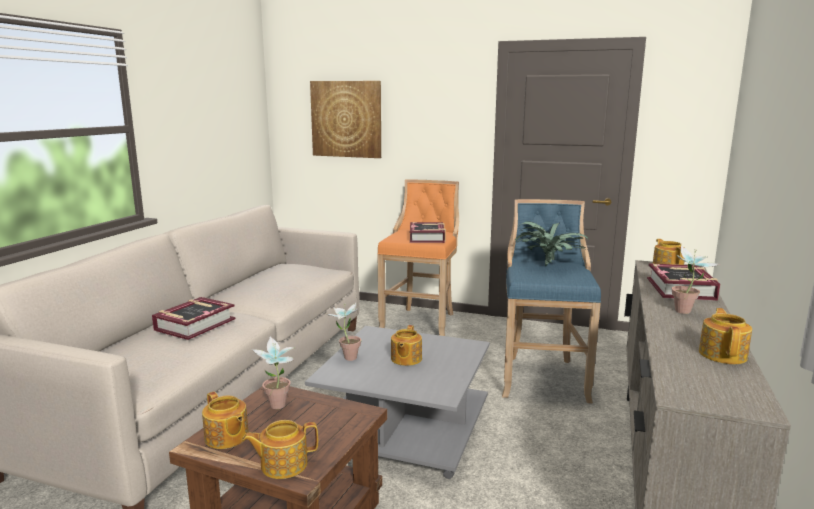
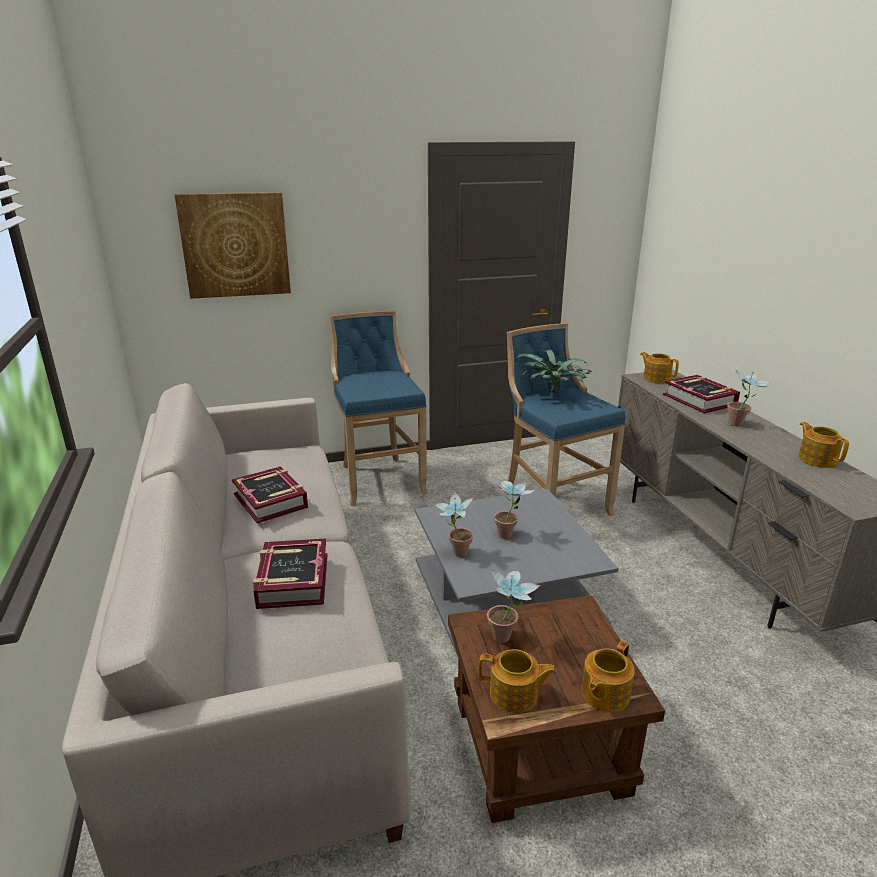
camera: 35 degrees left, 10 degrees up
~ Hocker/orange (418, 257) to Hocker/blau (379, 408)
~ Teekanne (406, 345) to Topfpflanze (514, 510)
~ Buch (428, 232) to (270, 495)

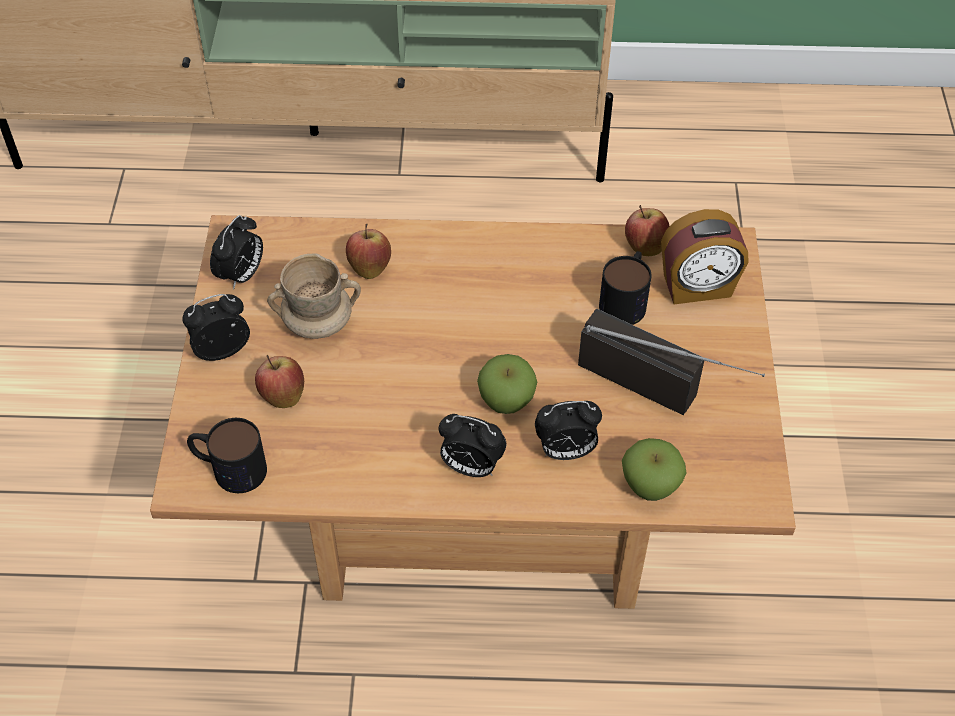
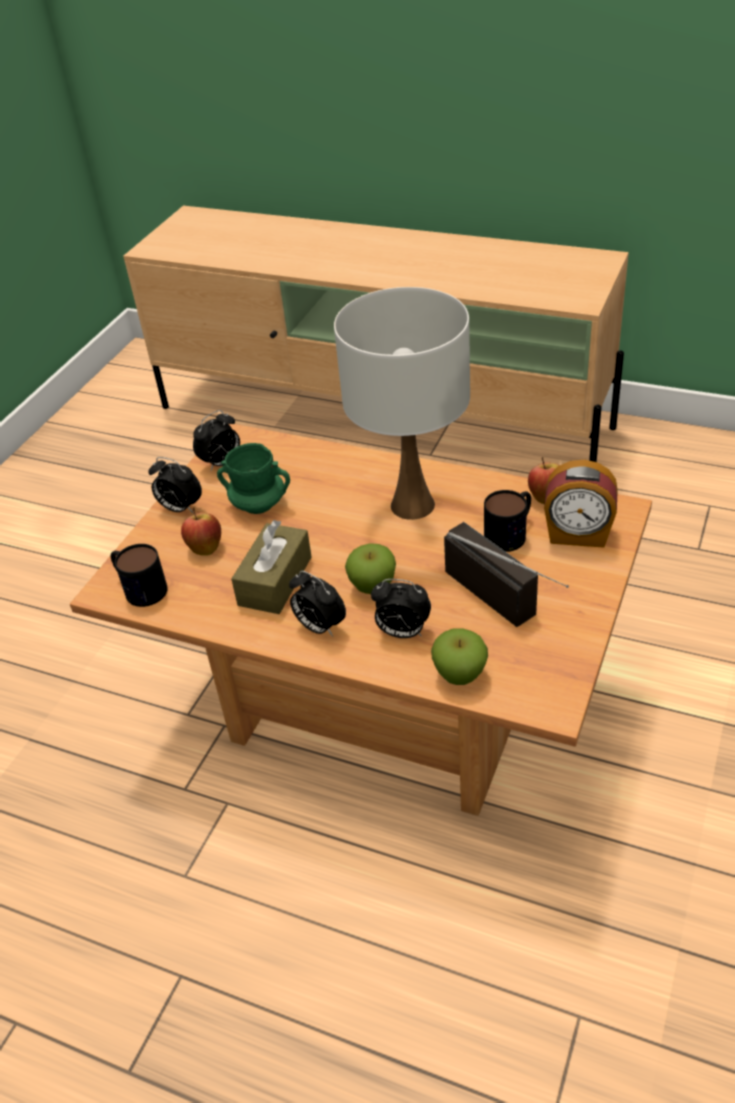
camera: 25 degrees right, 10 degrees down
~ Wecker (216, 327) = (175, 485) 150 degrees counterclockwise
~ Henkelbecher/beige (314, 296) to Henkelbecher/grün (253, 478)
- Apfel (368, 251)
+ Taschentuchbox/braun (271, 567)
+ Tischlampe/weiß (402, 403)

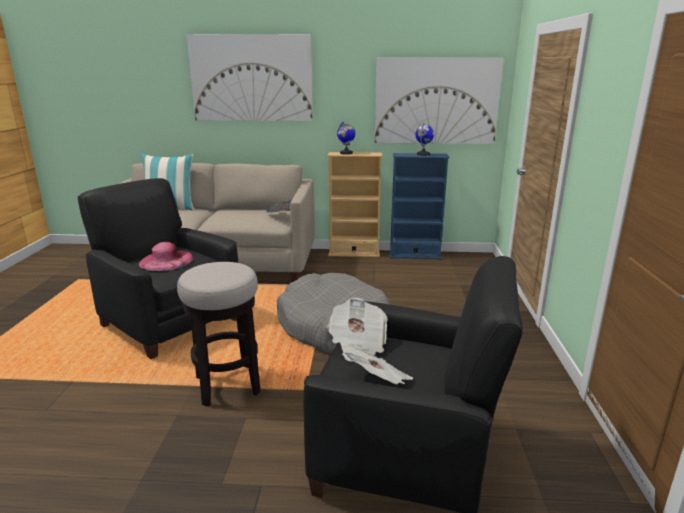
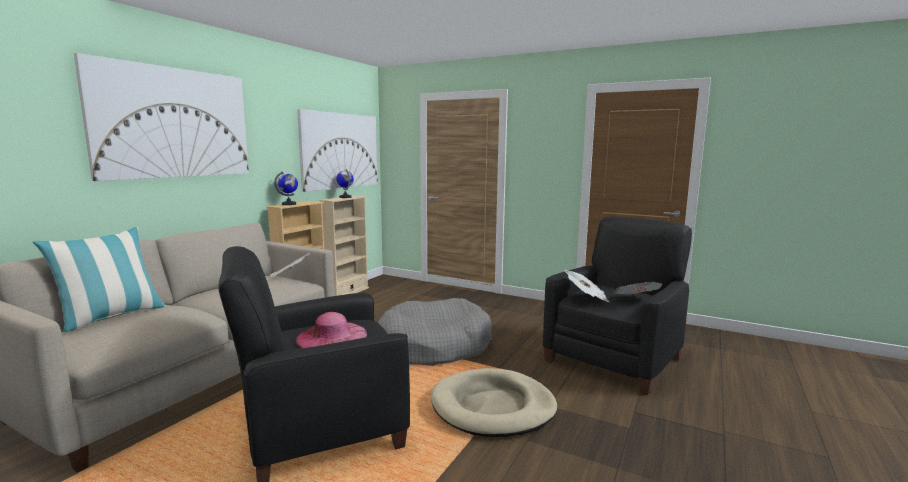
camera: 65 degrees left, 10 degrees down
~ Hocker (219, 334) to Hundebett/beige (494, 402)
~ Bücherregal/blau (419, 206) to Bücherregal/beige (344, 246)

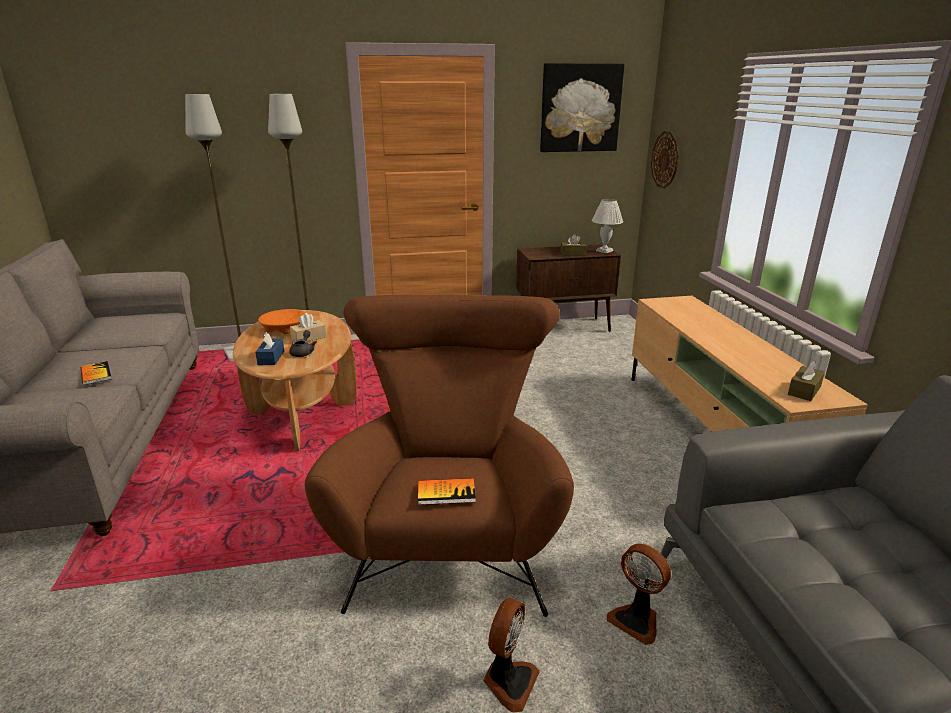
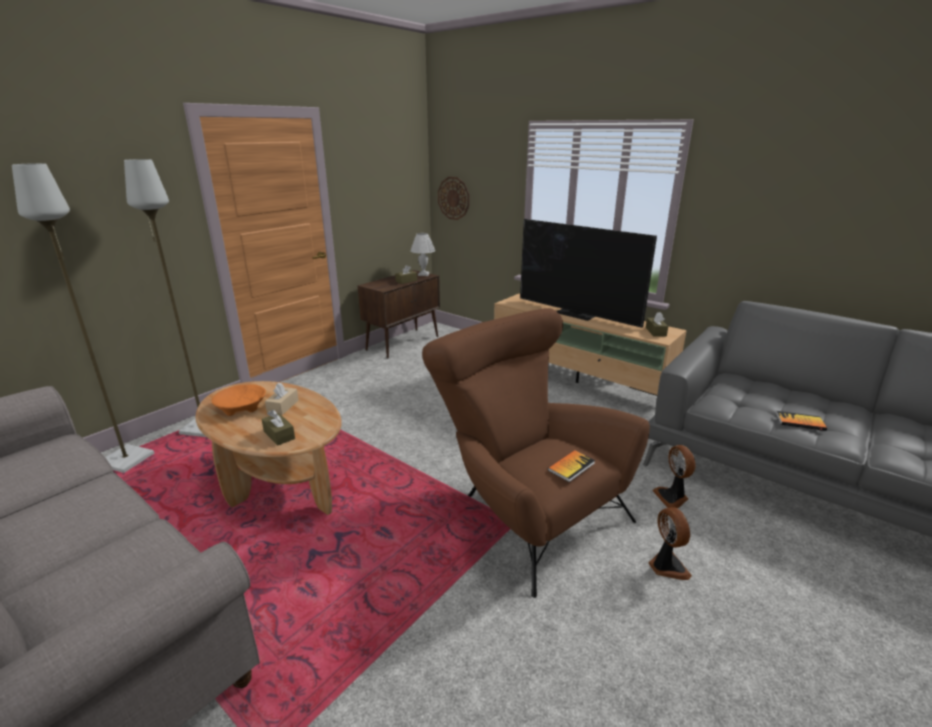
camera: 40 degrees left, 0 degrees up
~ Buch (96, 373) to (801, 421)
~ Taschentuchbox/blau (269, 348) to Taschentuchbox/braun (278, 428)
- Teekanne/grau (303, 343)
- Bild (582, 107)
~ Ventilator (639, 594) = (673, 476) 75 degrees clockwise
+ Fernseher (588, 273)

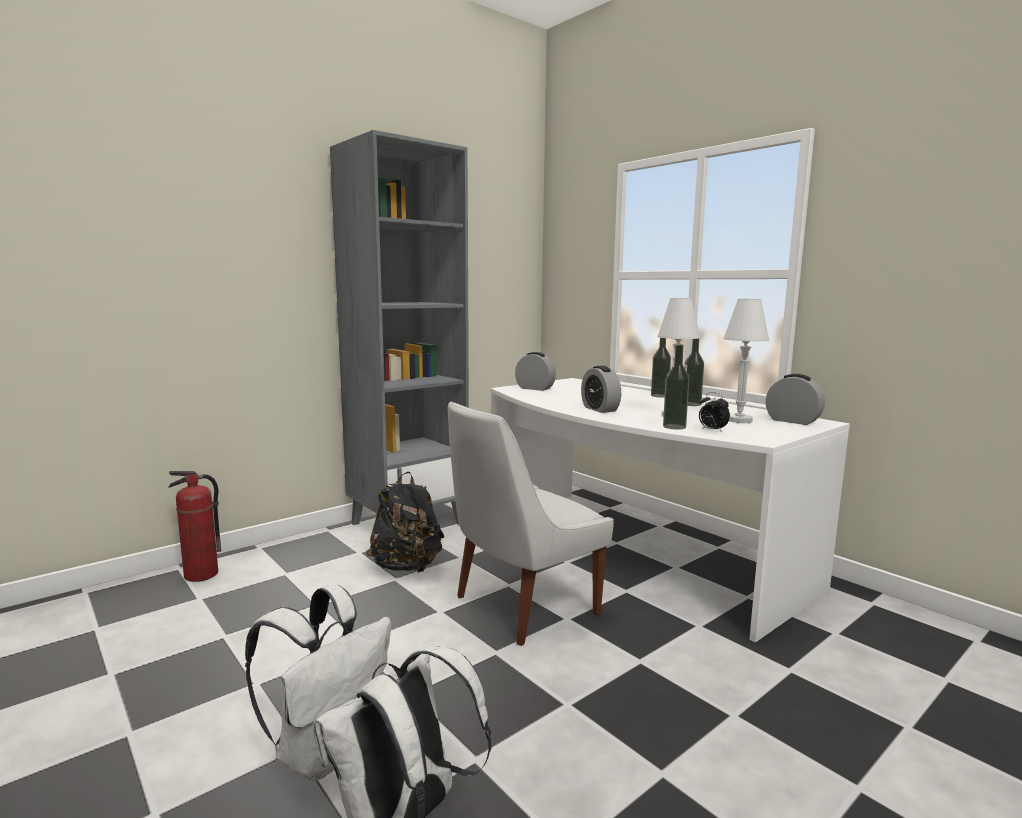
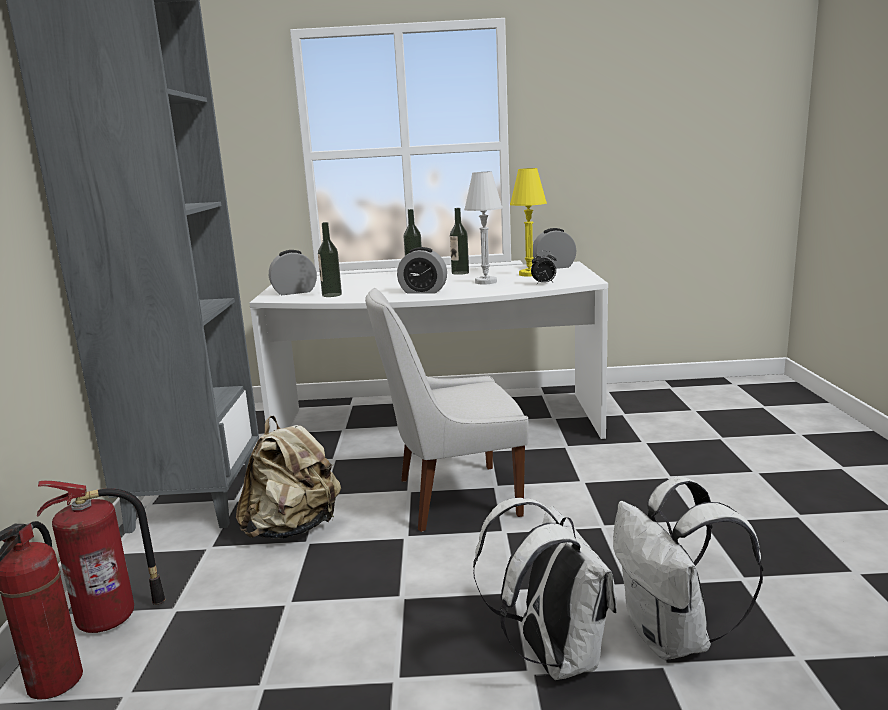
camera: 50 degrees left, 5 degrees up
~ Rucksack/schwarz (405, 522) to Rucksack/beige (288, 477)
~ Stuhl/weiß (531, 524) = (447, 410) 75 degrees clockwise
~ Flasche (676, 387) to (330, 259)
~ Tischlampe/weiß (746, 361) to Tischlampe/gelb (528, 222)
+ Feuerlöscher (101, 557)

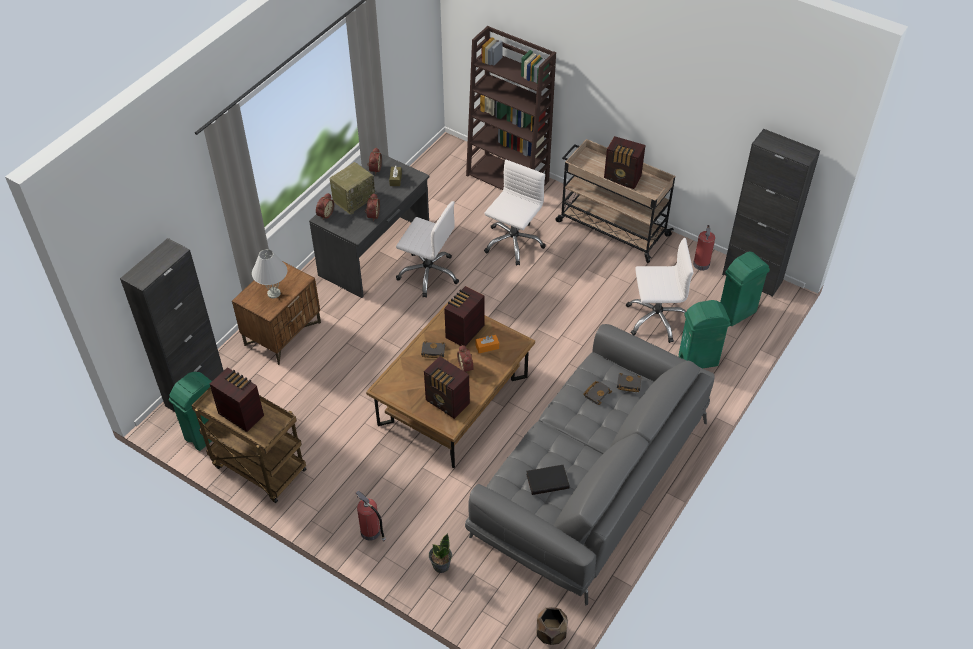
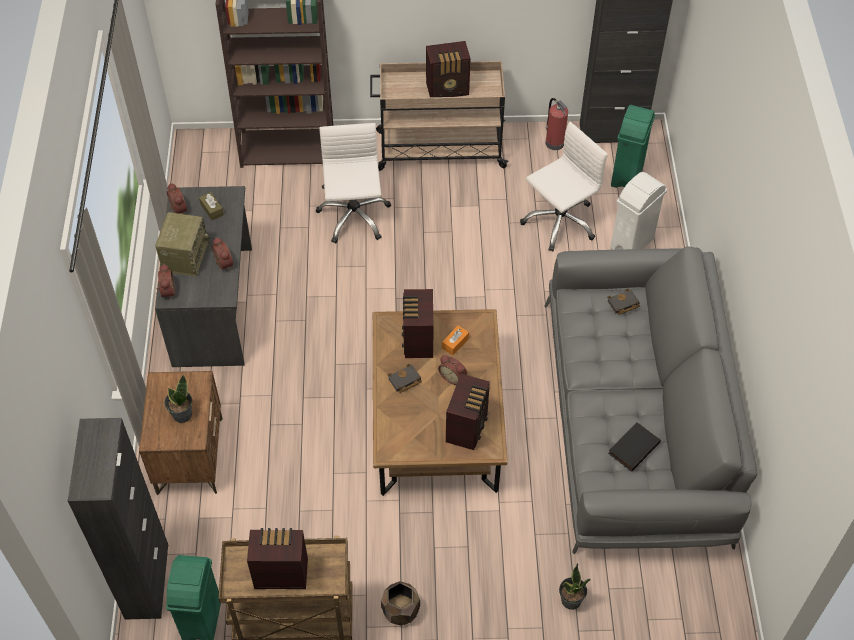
camera: 35 degrees left, 5 degrees up
~ Tischlampe/weiß (269, 273) to Topfpflanze (178, 399)
- Feuerlöscher (371, 516)
- Bürostuhl/weiß (427, 249)
~ Radio (447, 387) = (468, 412) 75 degrees counterclockwise
~ Pflanzkübel/braun (552, 626) to (400, 603)
- Buch/schwarz (597, 393)
~ Mülleimer/grün (705, 334) to Mülleimer/weiß (638, 211)

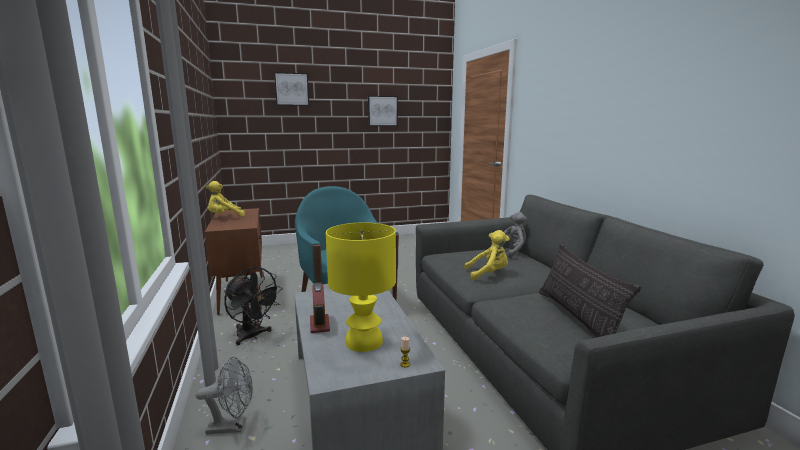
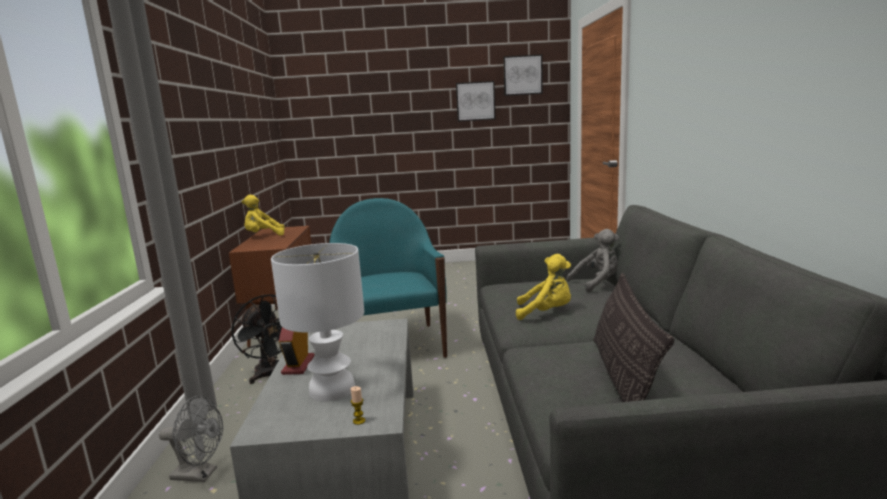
camera: 15 degrees right, 0 degrees up
~ Bild (291, 89) to (523, 75)
~ Tischlampe/gelb (361, 287) to Tischlampe/weiß (317, 322)

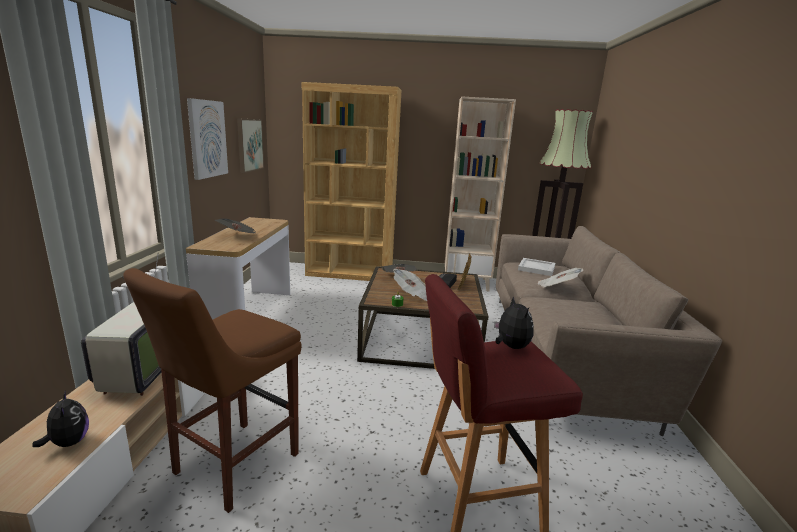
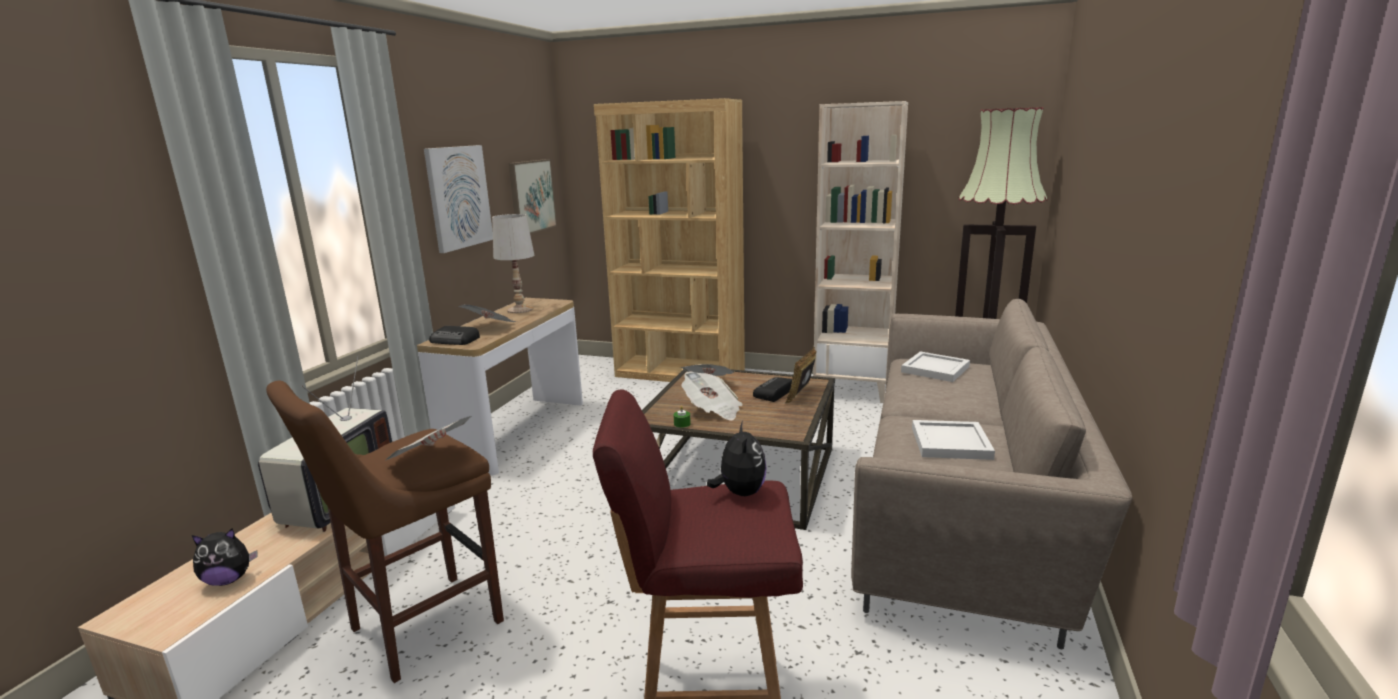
camera: 15 degrees right, 0 degrees up
~ Plüschtier (60, 418) = (225, 557) 90 degrees clockwise
~ Zeitung (560, 278) to (428, 438)
+ Radio (454, 335)
+ Tischlampe/weiß (513, 263)
+ Tablett/weiß (953, 440)

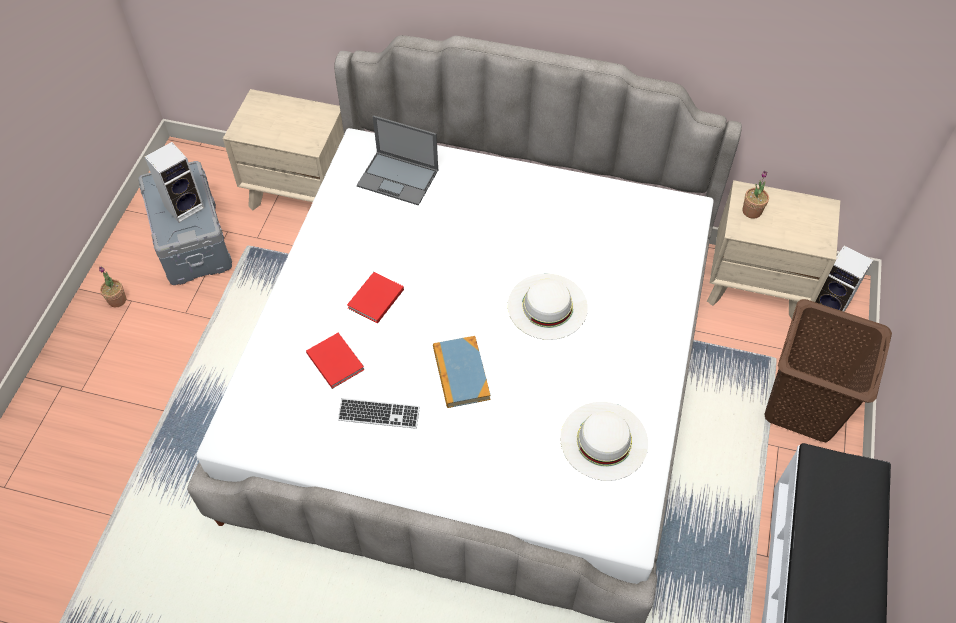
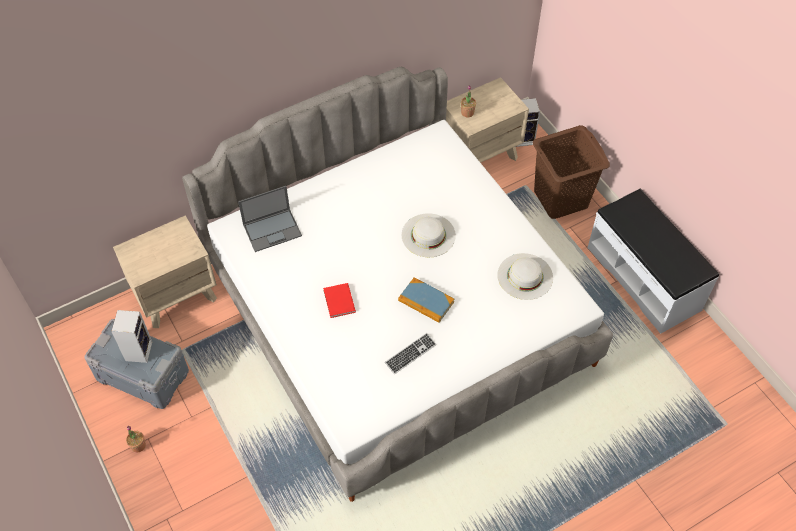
camera: 45 degrees left, 0 degrees up
- Buch/rot (335, 361)

